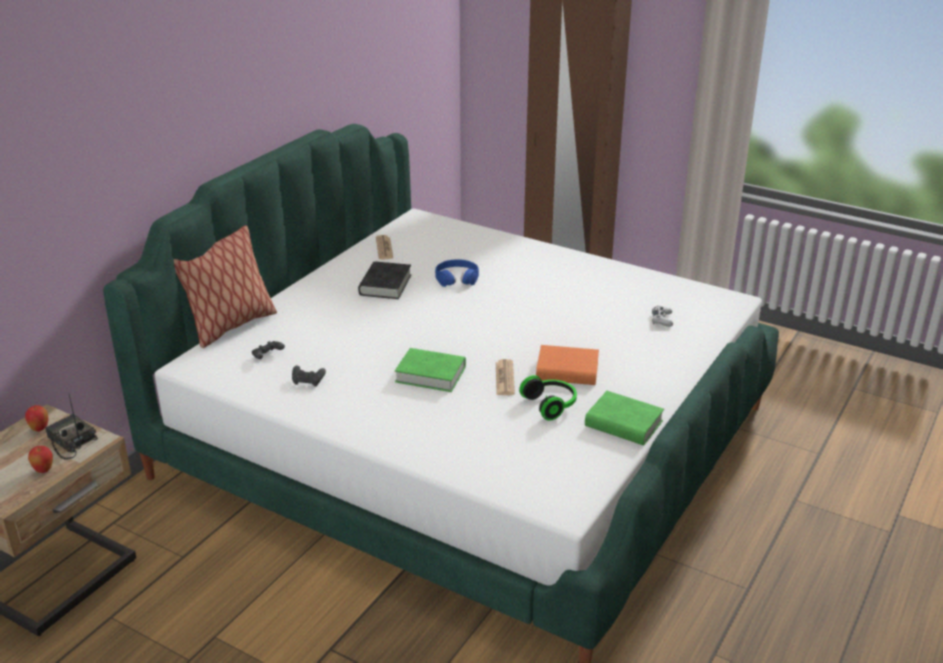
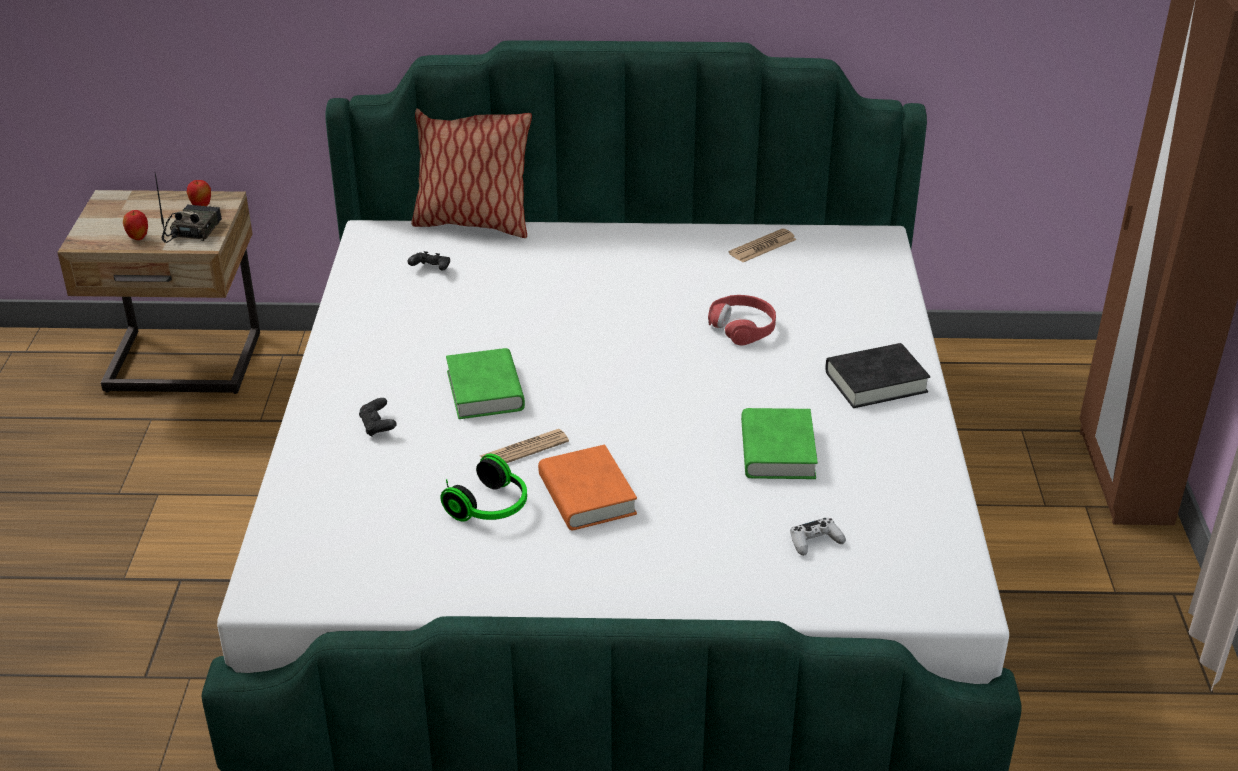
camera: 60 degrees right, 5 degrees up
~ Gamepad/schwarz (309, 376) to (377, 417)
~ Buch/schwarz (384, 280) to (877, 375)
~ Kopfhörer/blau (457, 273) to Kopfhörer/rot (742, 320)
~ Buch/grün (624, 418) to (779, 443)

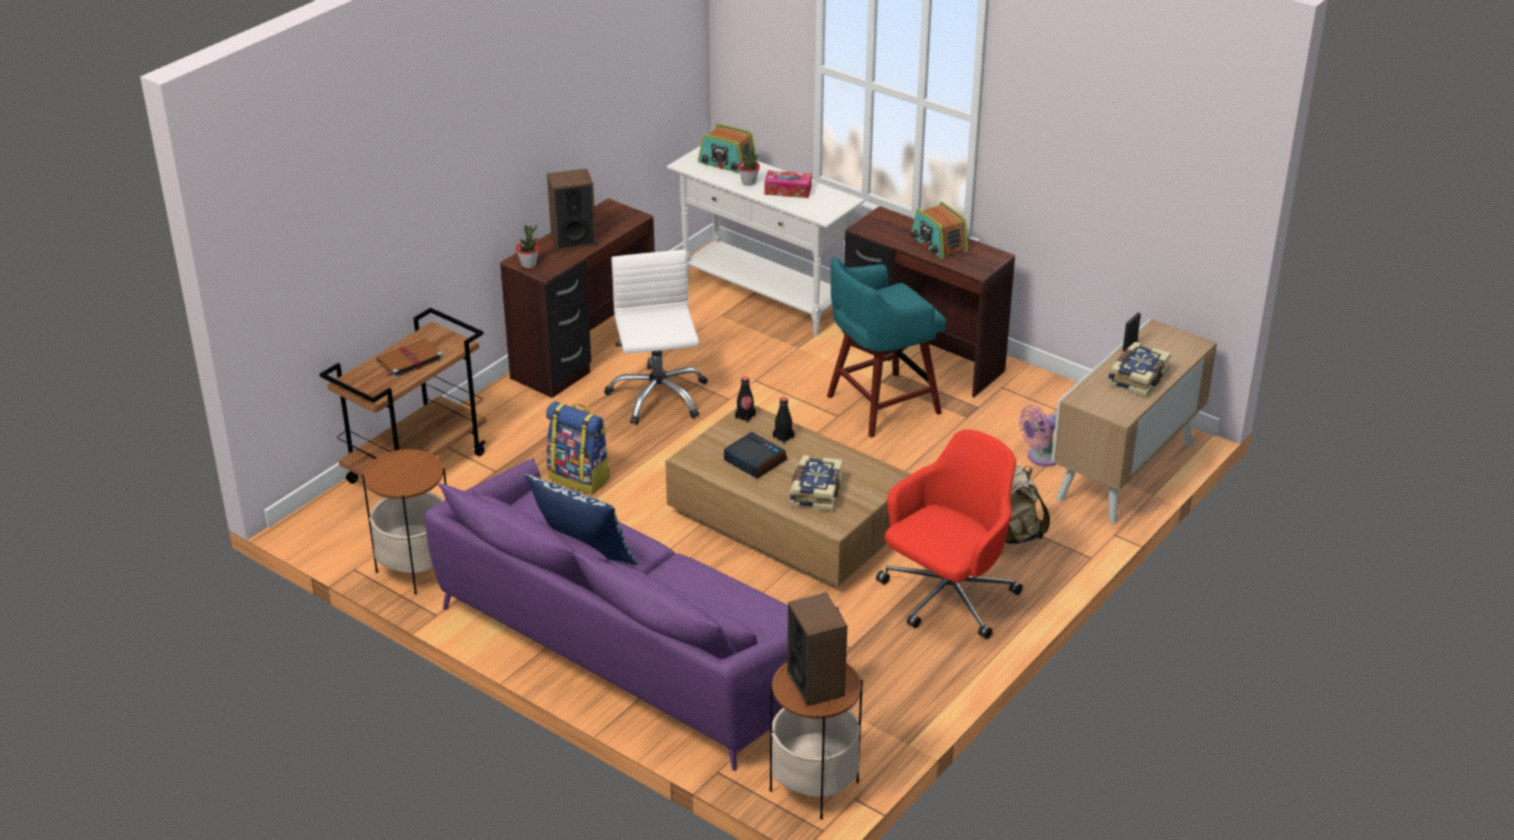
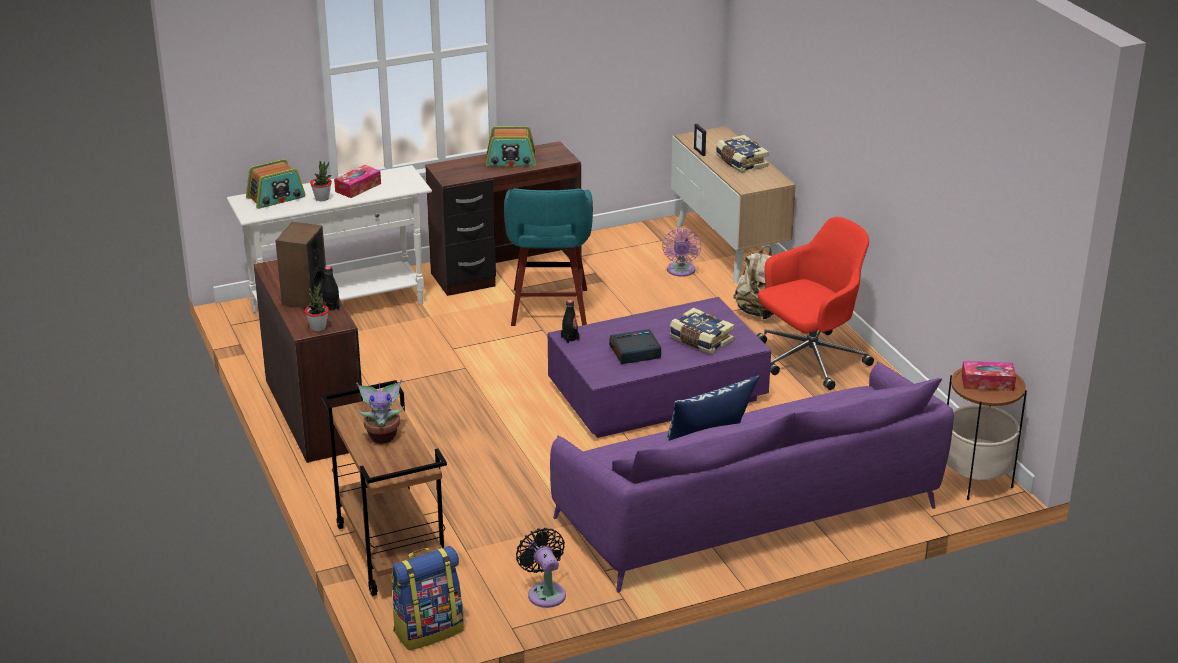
camera: 60 degrees left, 5 degrees down
~ Beistelltisch (404, 521) to Ventilator/schwarz (541, 568)
~ Buch/braun (410, 358) to Topfpflanze (380, 411)
~ Rucksack (578, 447) to (427, 598)
- Bürostuhl/weiß (656, 337)
~ Couchtisch/braun (788, 496) to Couchtisch/lila (659, 367)
~ Flasche/schwarz (783, 420) to (331, 288)
~ Lautsprecher (817, 649) to Taschentuchbox (988, 376)
~ Bürostuhl/rot (949, 534) = (815, 303) 75 degrees clockwise

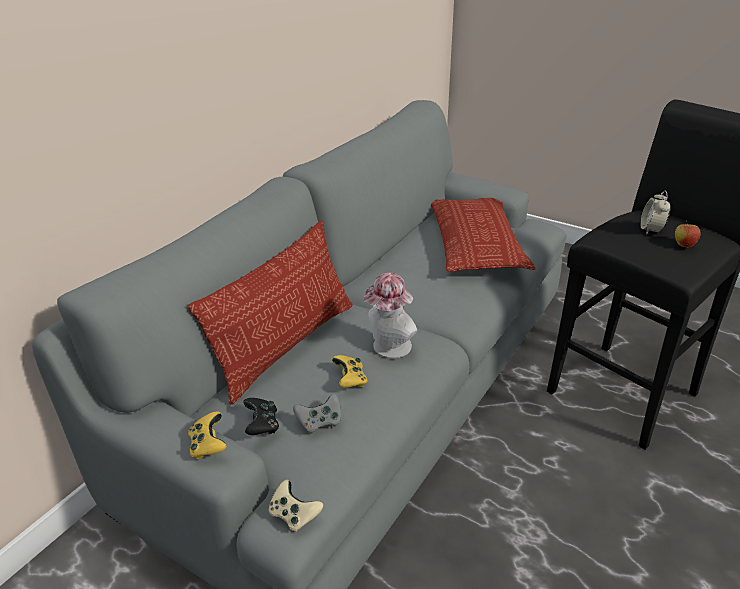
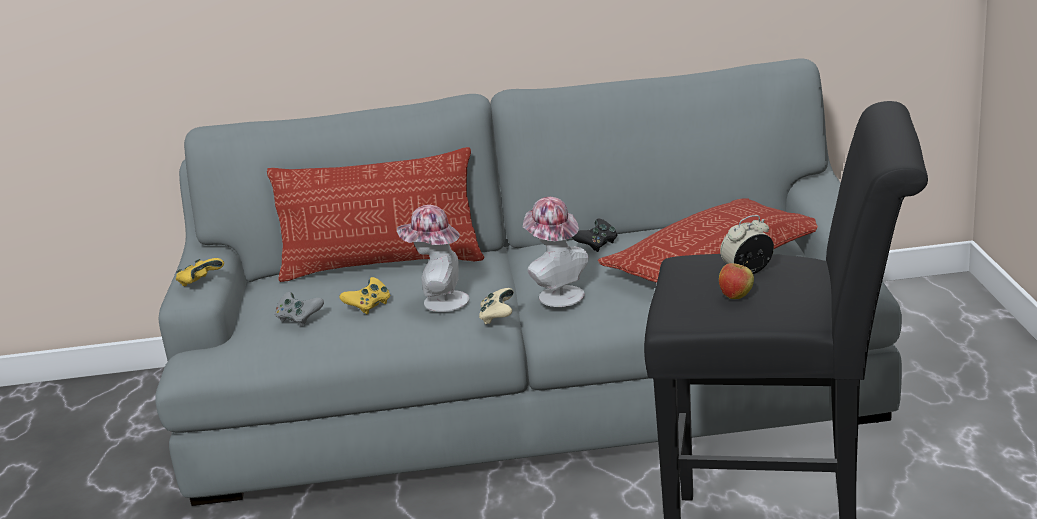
camera: 55 degrees right, 10 degrees down
~ Gamepad/schwarz (261, 416) to (594, 235)
~ Gamepad/beige (295, 506) to (496, 306)
+ Hut (556, 252)

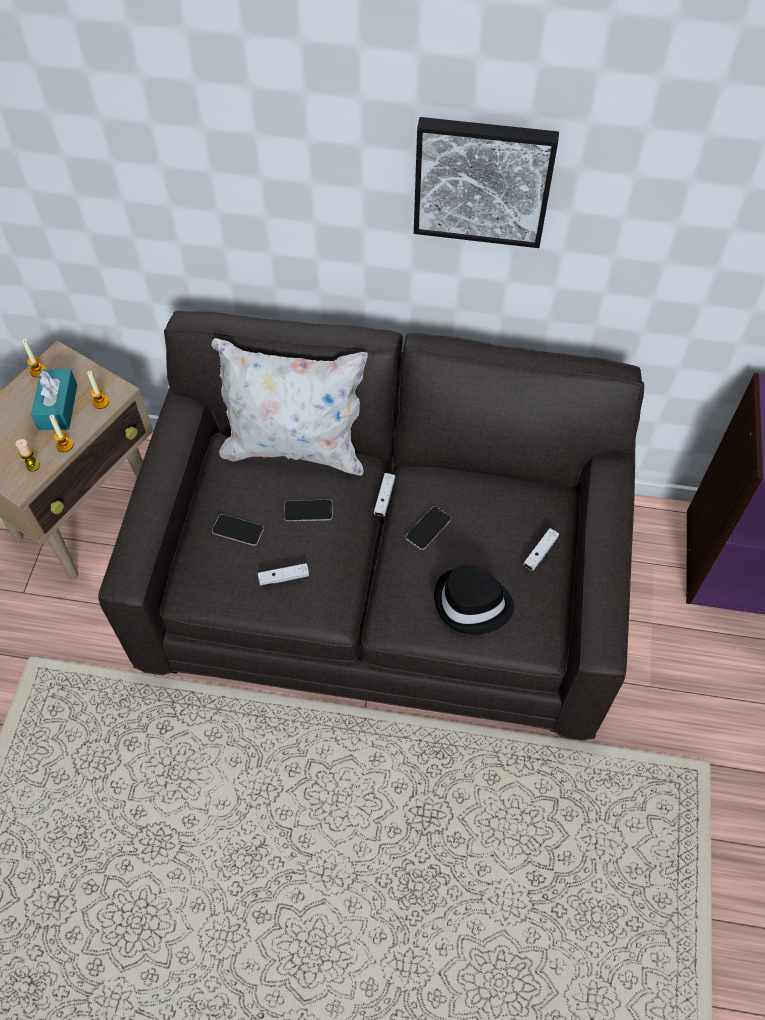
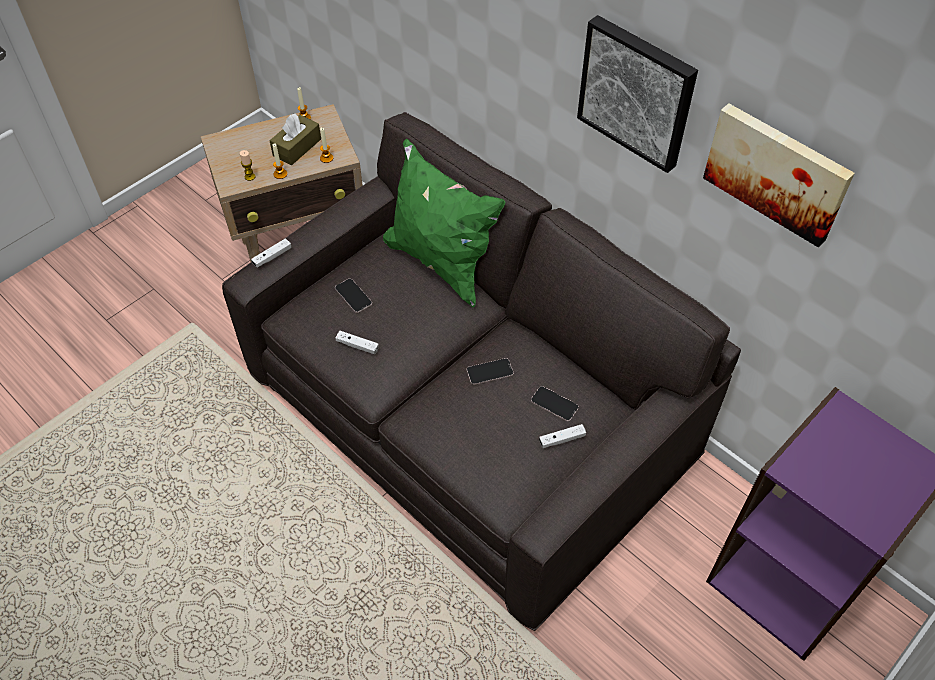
camera: 35 degrees right, 5 degrees down
~ Taschentuchbox/türkis (54, 399) to Taschentuchbox/braun (295, 139)
~ Kissen/weiß (290, 407) to Kissen/grün (444, 223)
~ Handy (308, 510) to (555, 403)
~ Gamepad/weiß (384, 494) to (271, 253)
- Hut/schwarz (474, 600)
+ Bild (779, 175)

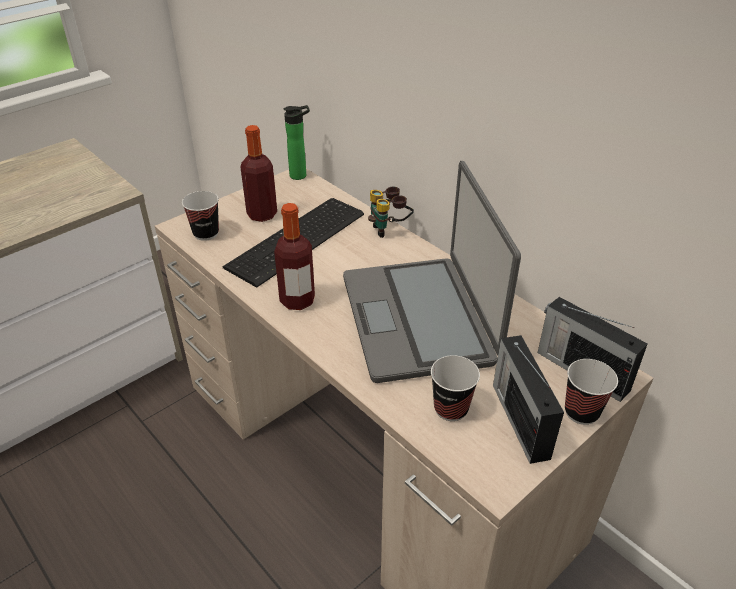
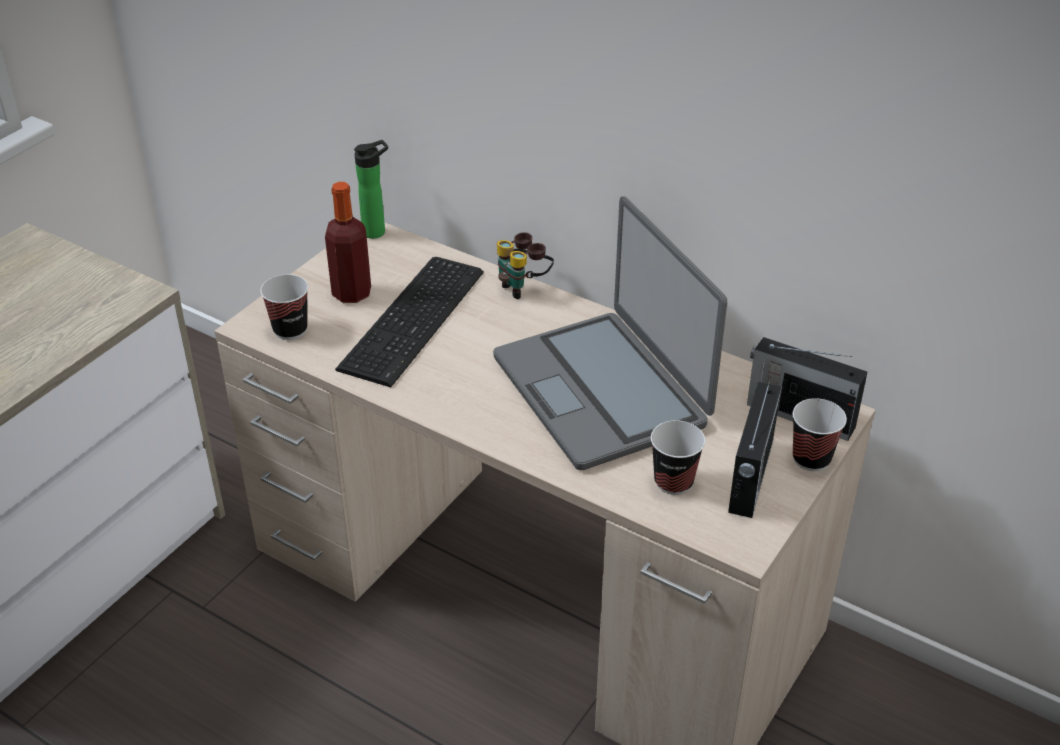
camera: 15 degrees left, 0 degrees up
- Flasche (294, 256)
~ Radio (528, 399) = (754, 447) 135 degrees counterclockwise

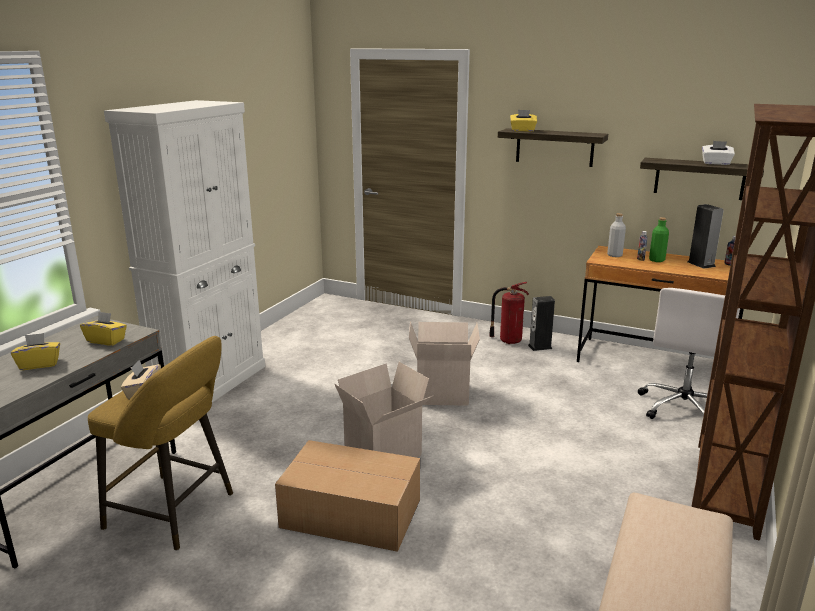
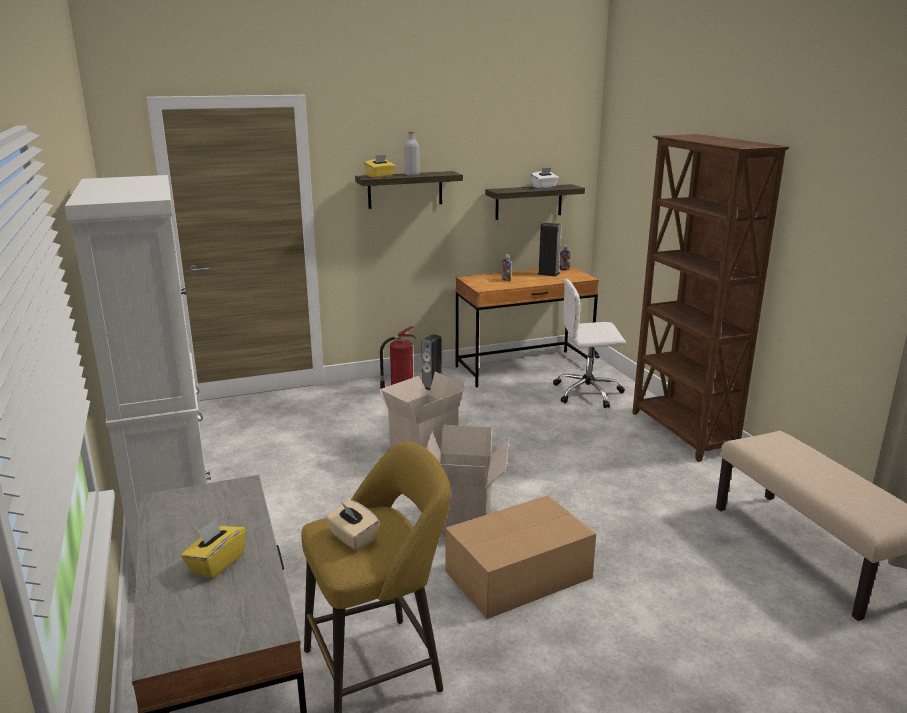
camera: 45 degrees left, 0 degrees up
- Taschentuchbox/gelb (103, 328)
~ Flasche/grau (616, 235) to (412, 153)
~ Bürostuhl/weiß (689, 353) = (589, 343) 105 degrees clockwise
- Flasche/grün (659, 239)

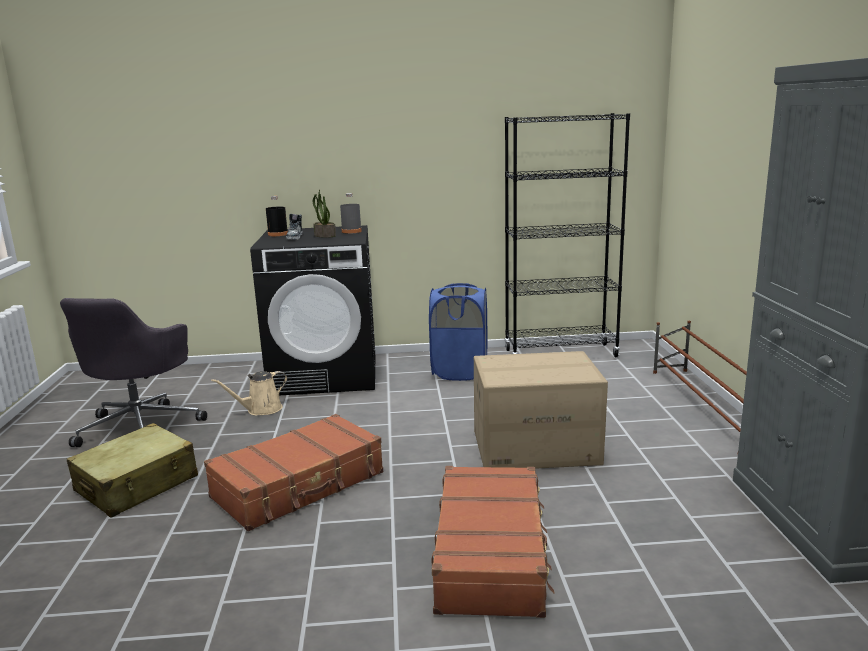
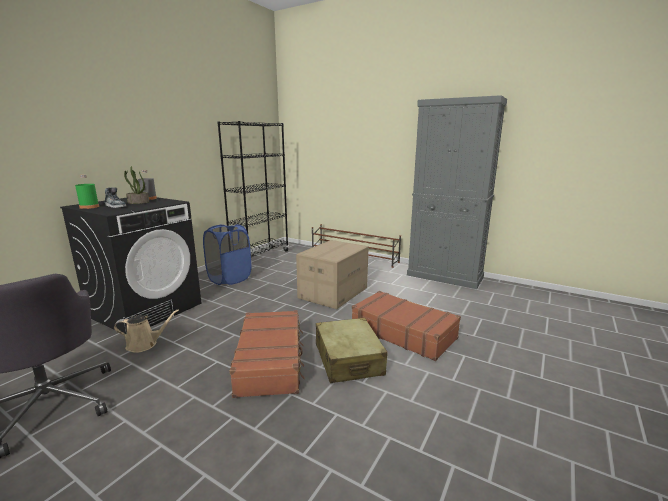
camera: 55 degrees left, 0 degrees up
~ Koffer/beige (132, 470) to (351, 350)
~ Gießkanne/beige (249, 393) = (146, 331) 105 degrees counterclockwise
~ Flasche/schwarz (277, 216) to Flasche/grün (87, 192)

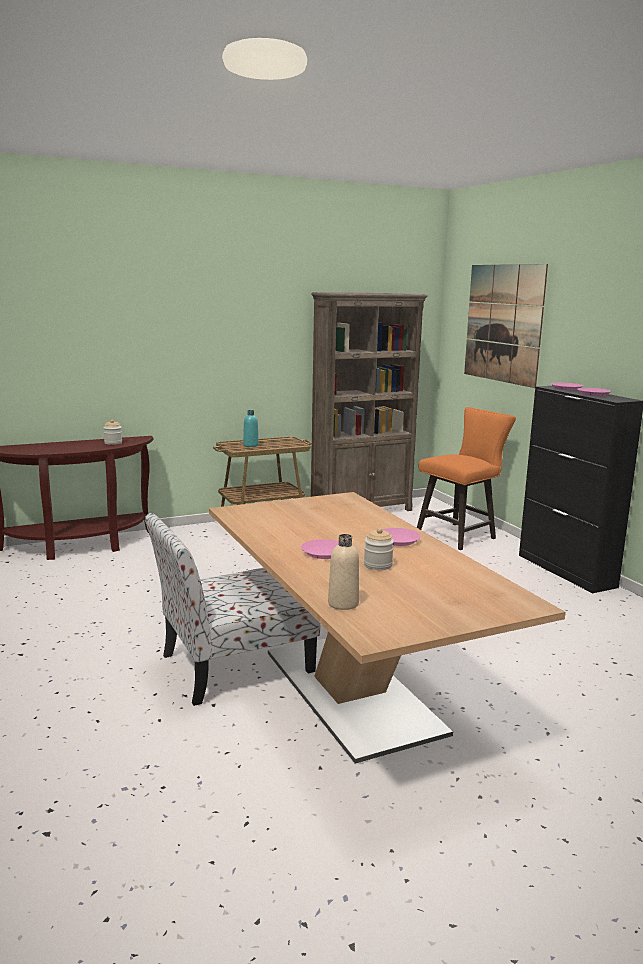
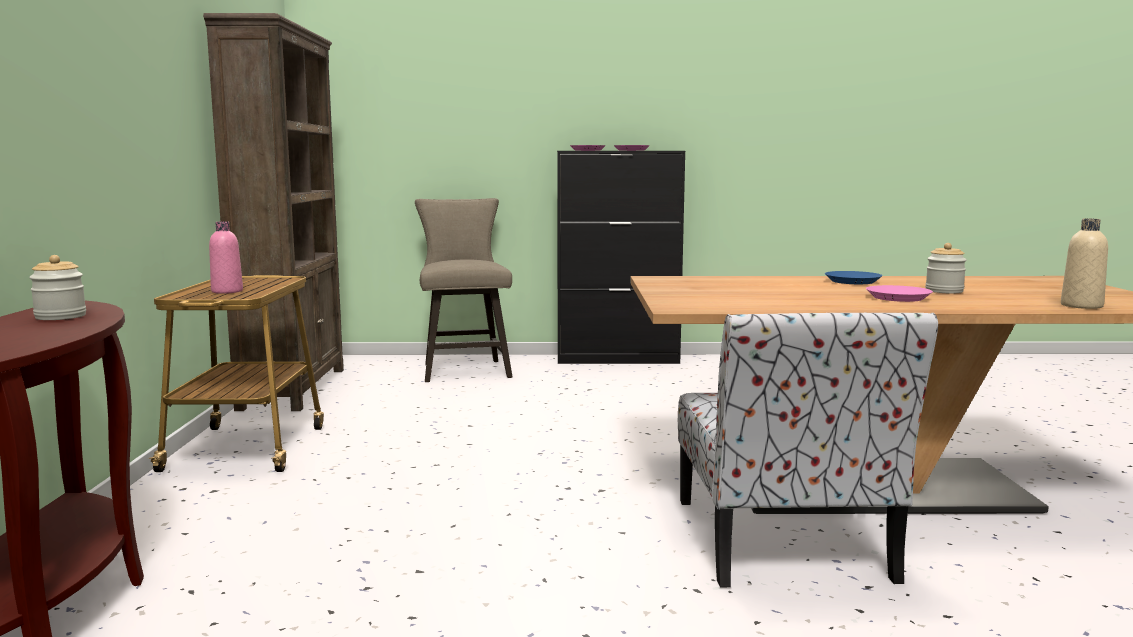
camera: 65 degrees left, 5 degrees down
~ Flasche/türkis (251, 428) to Flasche/rosa (226, 257)
~ Teller/rosa (401, 537) to Teller/blau (853, 277)
~ Hocker/orange (466, 478) to Hocker/beige (464, 290)
- Bild (506, 326)

